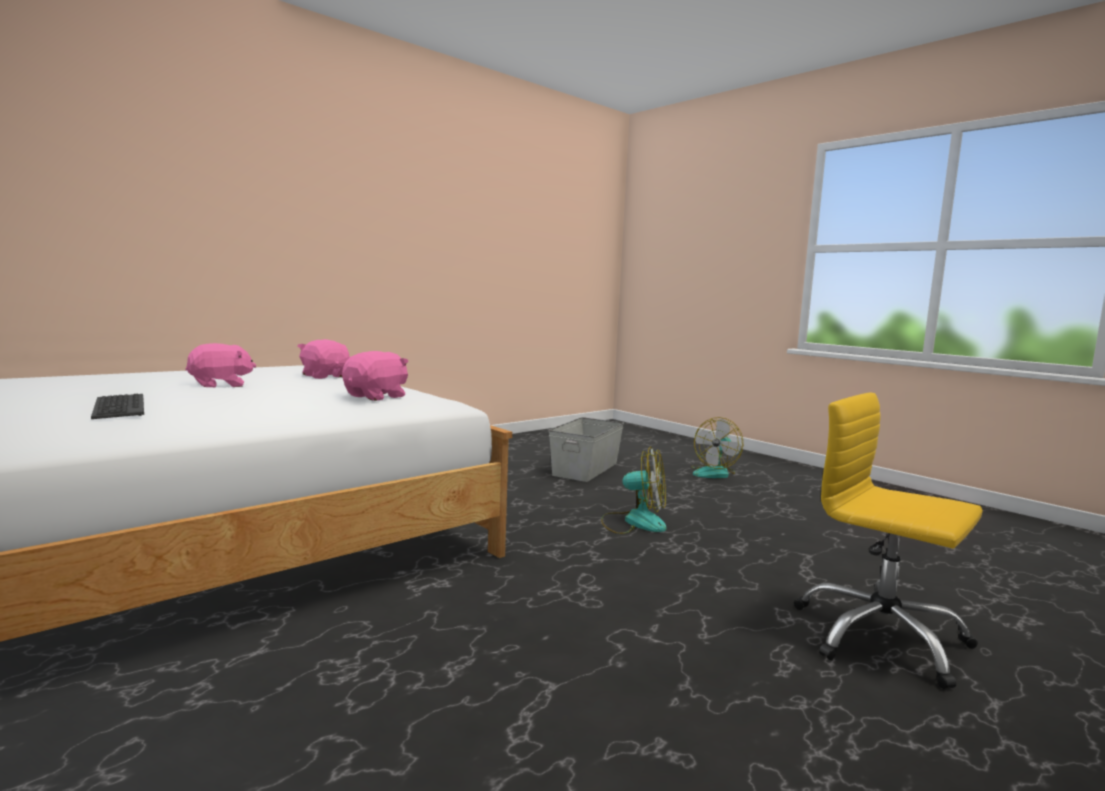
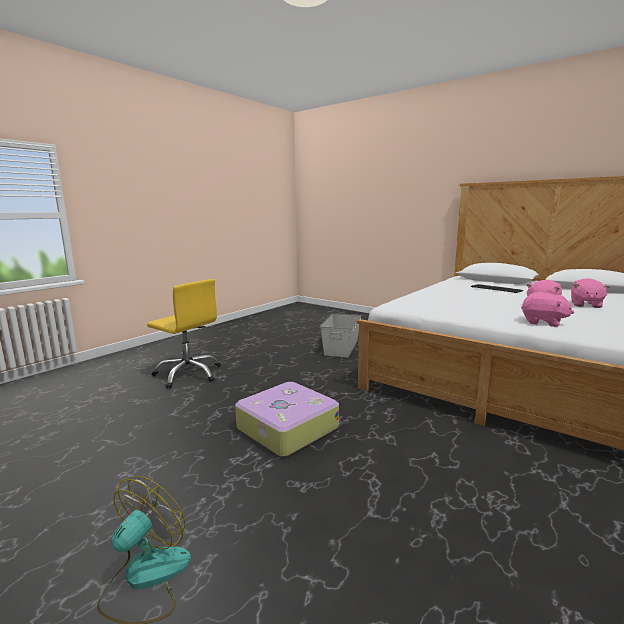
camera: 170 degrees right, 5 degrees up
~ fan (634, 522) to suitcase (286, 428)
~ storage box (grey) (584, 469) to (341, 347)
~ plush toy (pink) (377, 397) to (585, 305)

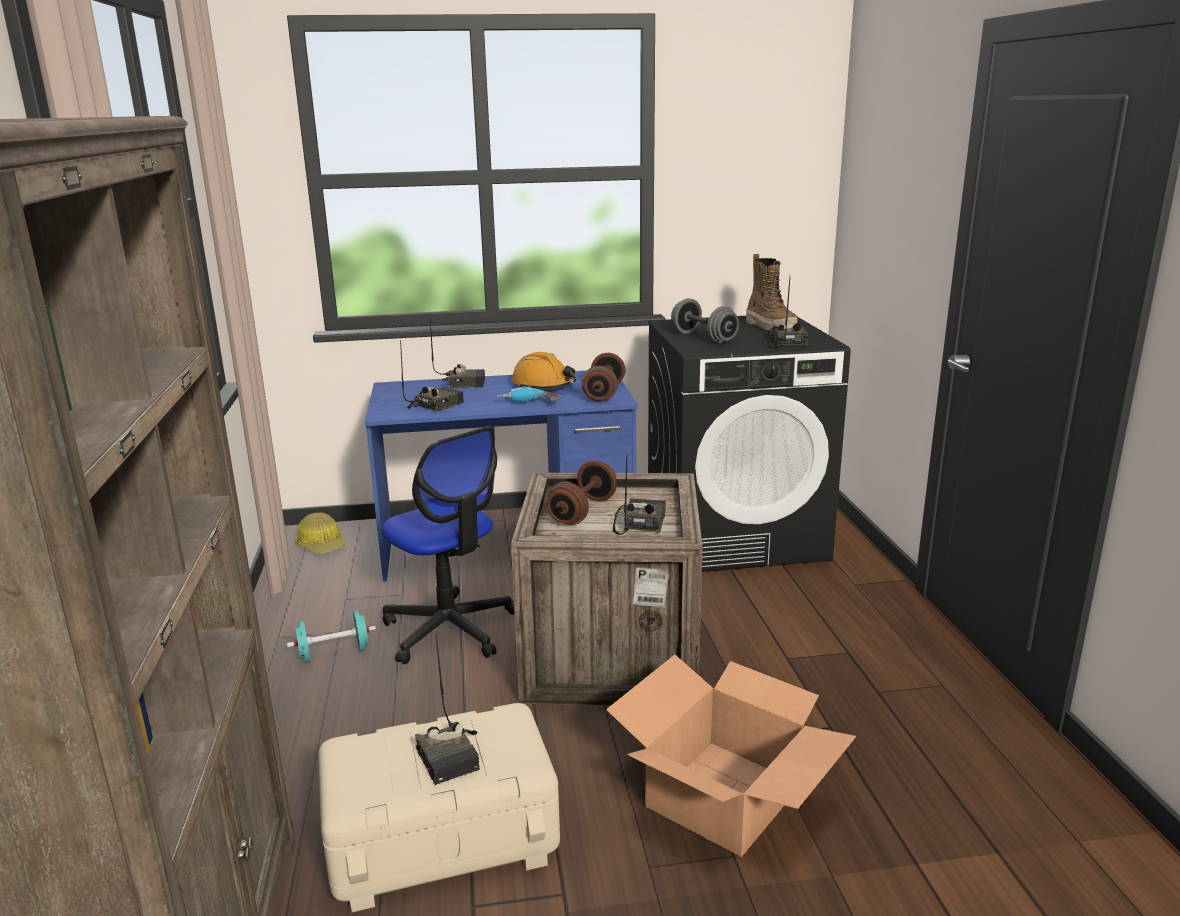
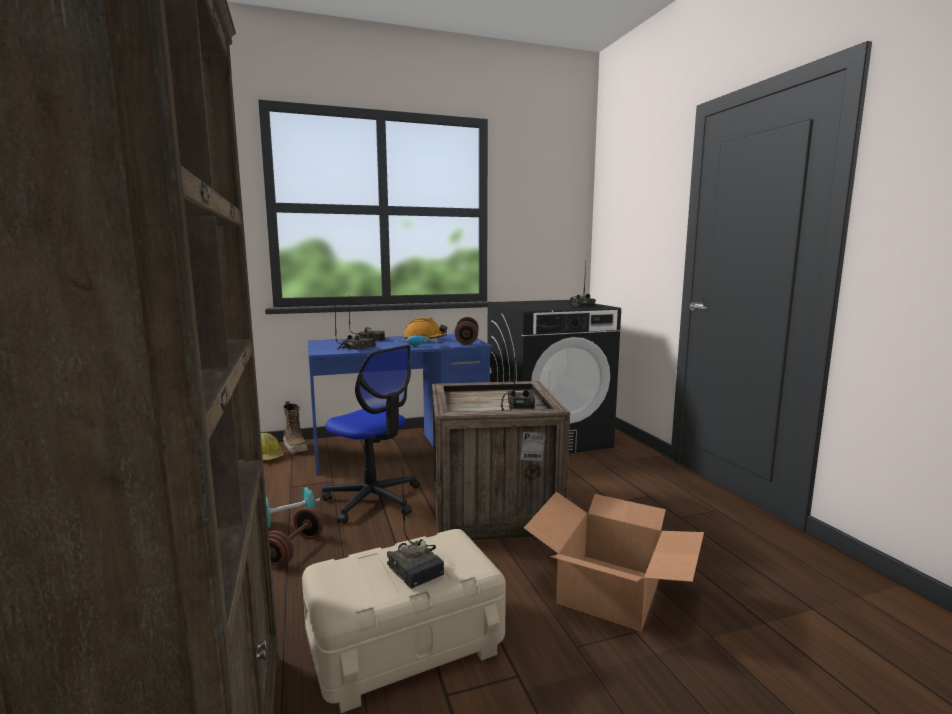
camera: 10 degrees left, 10 degrees down
~ dumbbell (brown) (583, 511) to (294, 550)
~ boot (770, 327) to (295, 448)
- dumbbell (grey) (703, 337)

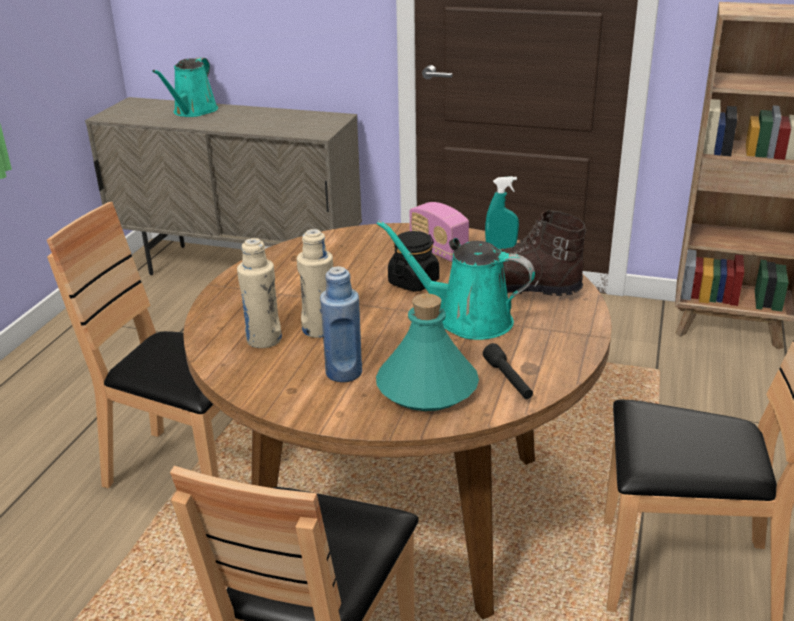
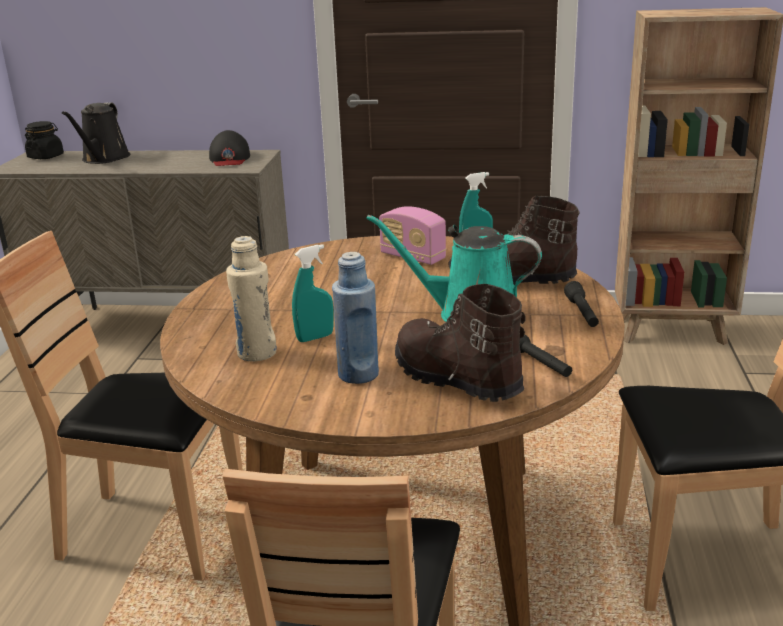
camera: 10 degrees left, 5 degrees down
~ jar (black) (414, 282) to (46, 157)
~ watering can (turquoise) (193, 112) to watering can (black) (104, 159)
+ cap (black) (229, 158)
~ bottle (beige) (319, 329) to spray bottle (turquoise) (315, 337)
~ bottle (turquoise) (427, 388) to boot (brown) (455, 379)
+ flashlight (black) (582, 313)

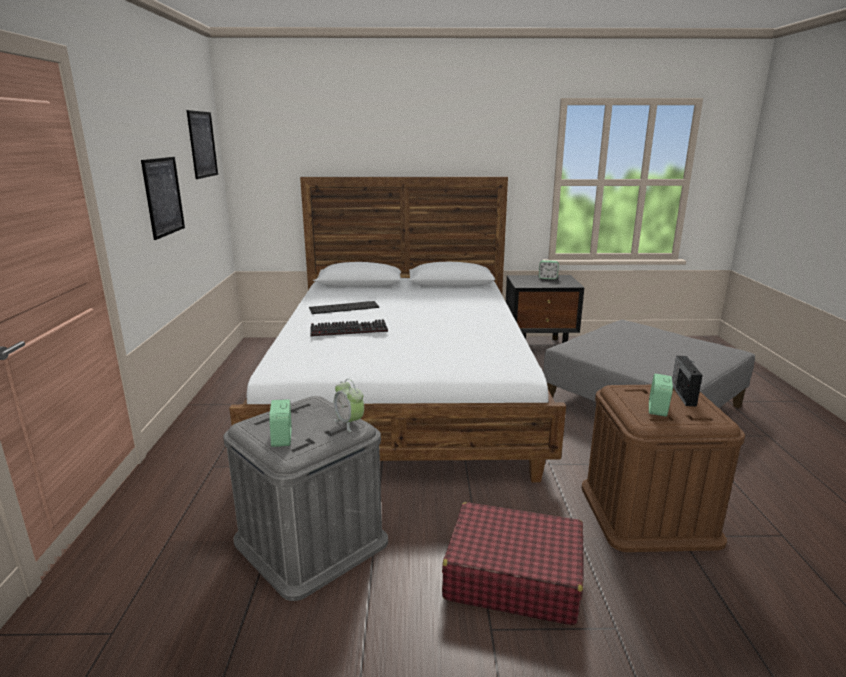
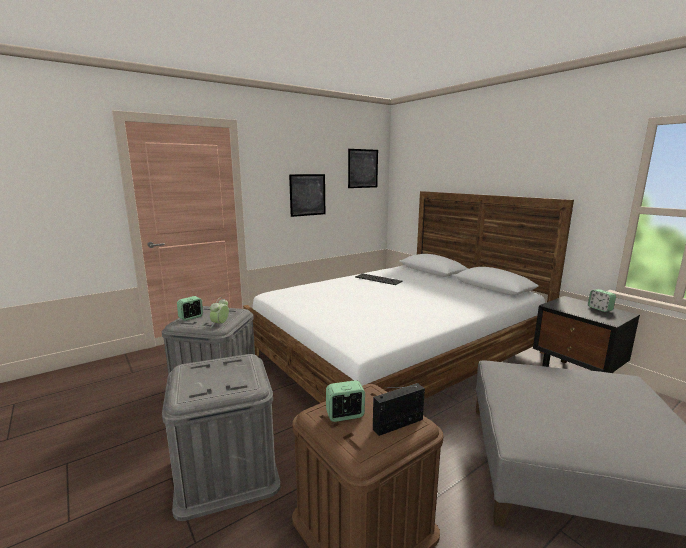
camera: 55 degrees right, 5 degrees down
~ suitcase (red) (512, 576) to storage box (grey) (226, 470)
- keyboard (350, 330)

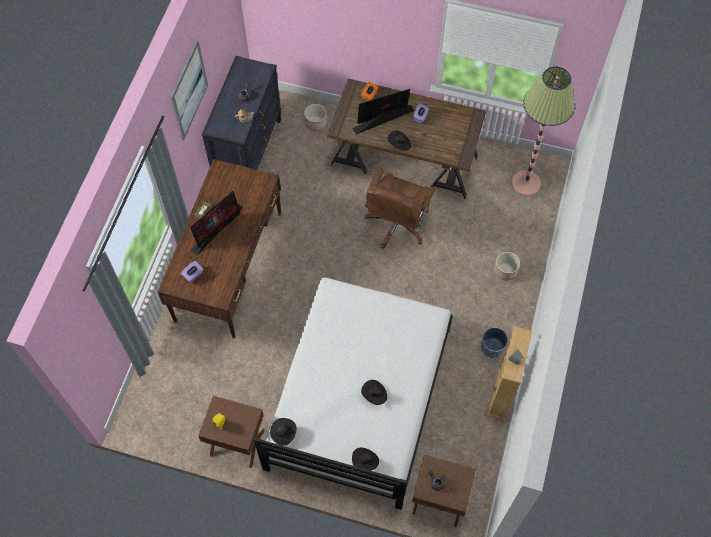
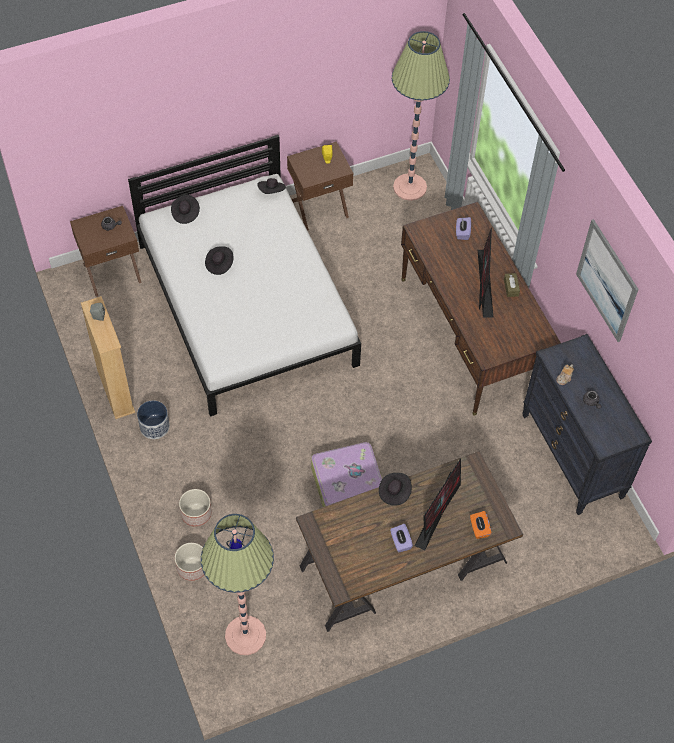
camera: 140 degrees right, 5 degrees down
~ planter (316, 123) to (192, 567)
~ office chair (brown) (397, 224) to suitcase (348, 485)
+ floor lamp (410, 187)

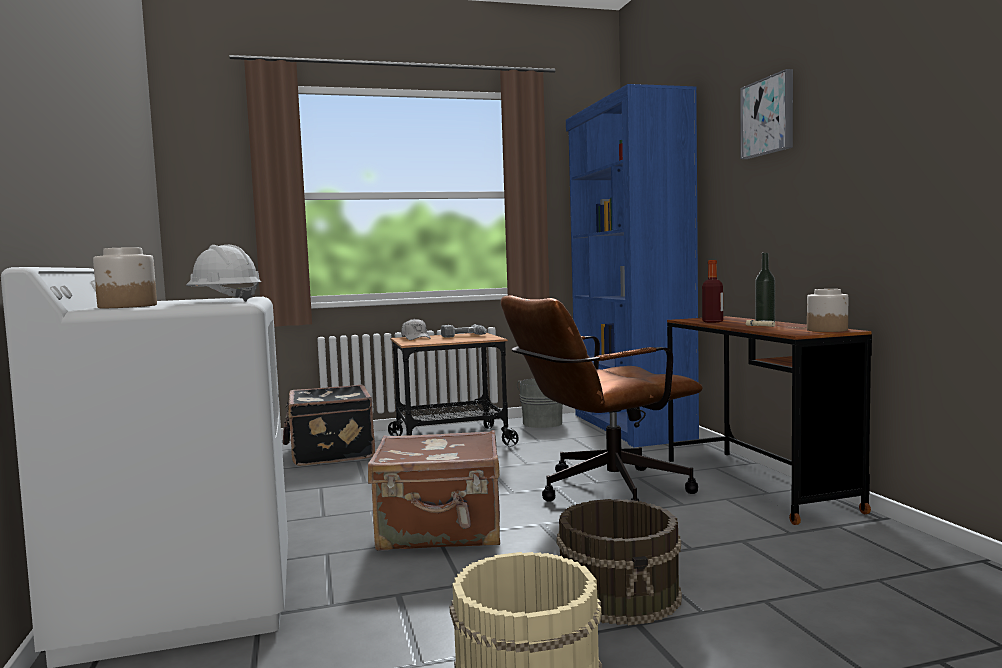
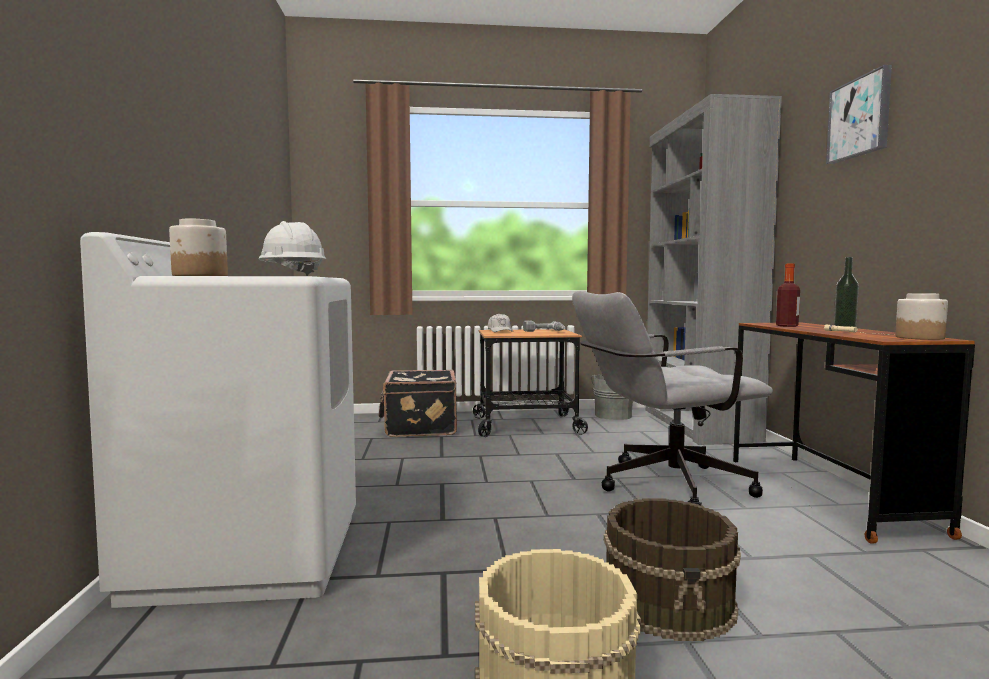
camera: 10 degrees right, 0 degrees up
~ office chair (brown) (601, 492) to office chair (grey) (661, 486)
~ bookcase (blue) (630, 426) to bookcase (grey) (697, 425)
- suitcase (brown) (441, 531)

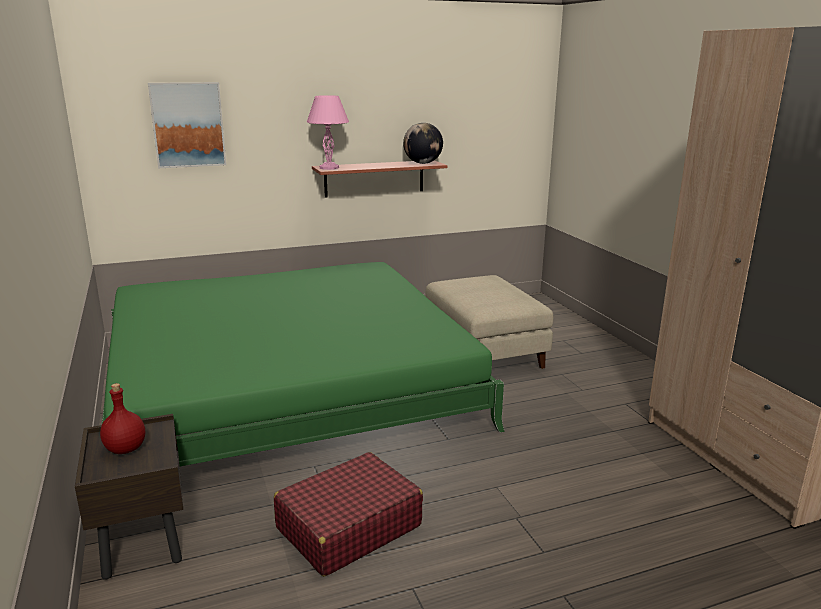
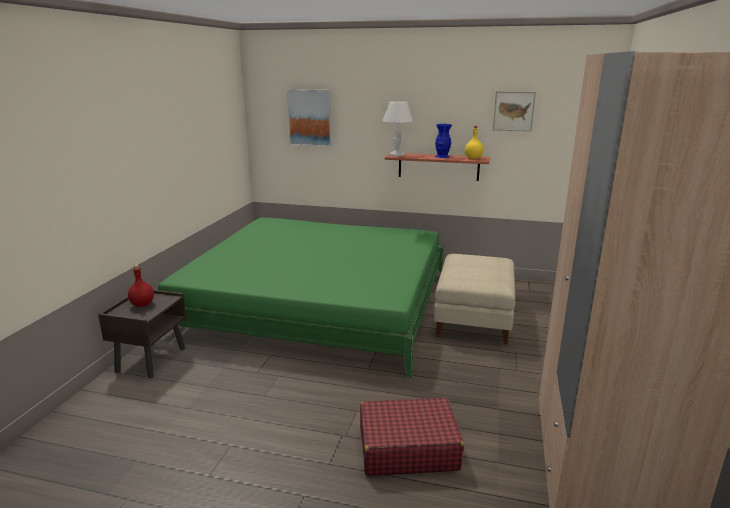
camera: 35 degrees right, 0 degrees up
~ suitcase (red) (348, 527) to (407, 448)
~ table lamp (pink) (329, 168) to table lamp (white) (397, 155)
+ vase (blue) (442, 156)
~ globe (422, 163) to bottle (yellow) (473, 158)
+ picture (513, 111)

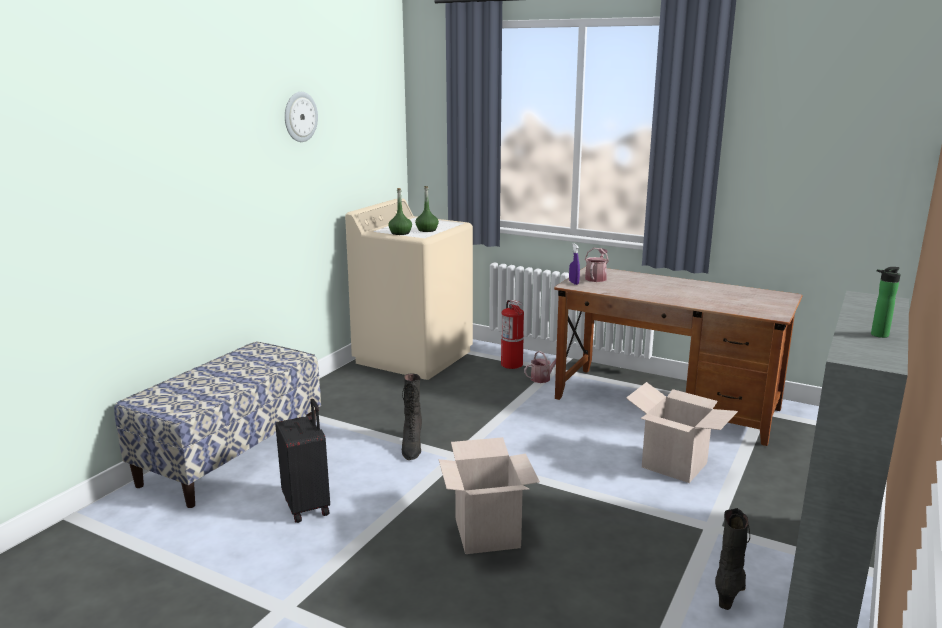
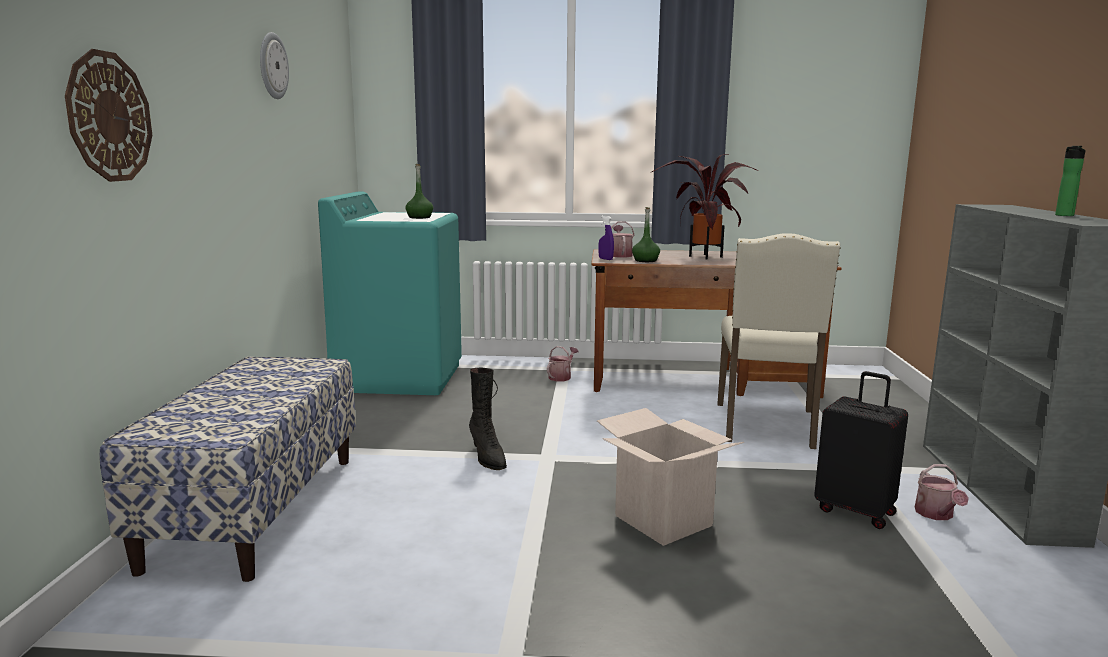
camera: 25 degrees left, 5 degrees down
+ wall clock (109, 117)
~ washing machine (beige) (414, 356) to washing machine (turquoise) (399, 377)
~ bottle (green) (400, 233) to (645, 260)
+ potted plant (704, 256)
~ cardboard box (674, 465) to chair (beige) (767, 426)
~ suitcase (black) (308, 506) to (856, 511)
~ boot (black) (730, 590) to watering can (936, 514)
- fire extinguisher (512, 364)

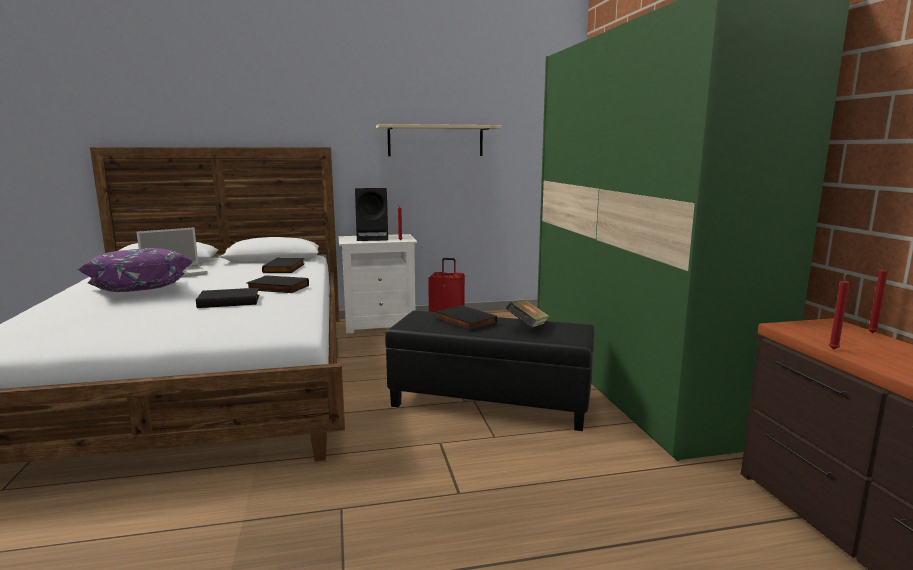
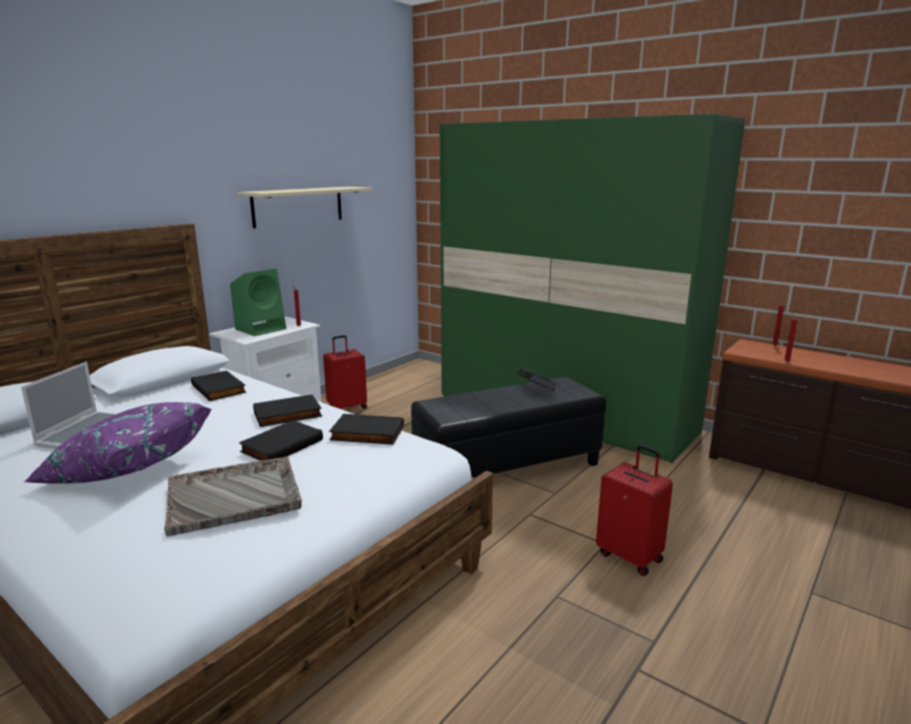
camera: 40 degrees left, 5 degrees up
+ tray (grey) (235, 496)
~ speaker (black) (373, 238) to speaker (green) (261, 329)
~ book (black) (464, 322) to (366, 434)
+ suitcase (red) (630, 556)

